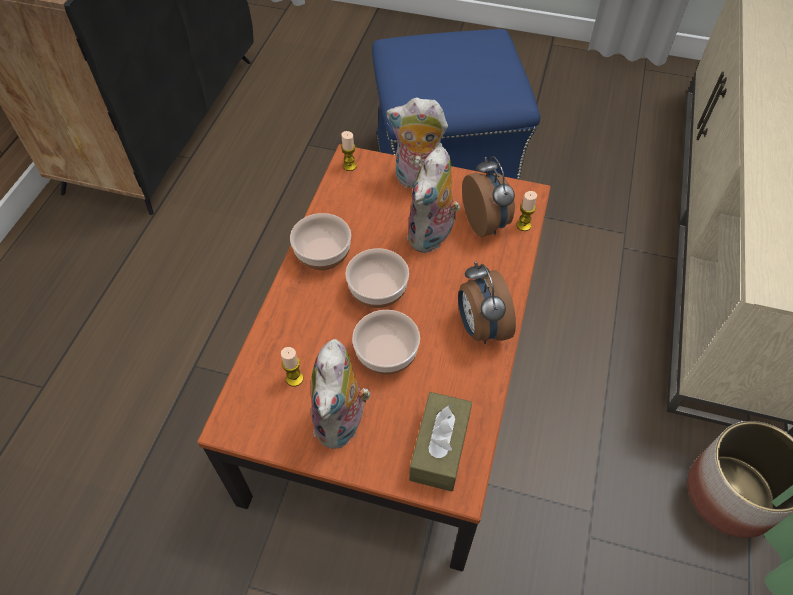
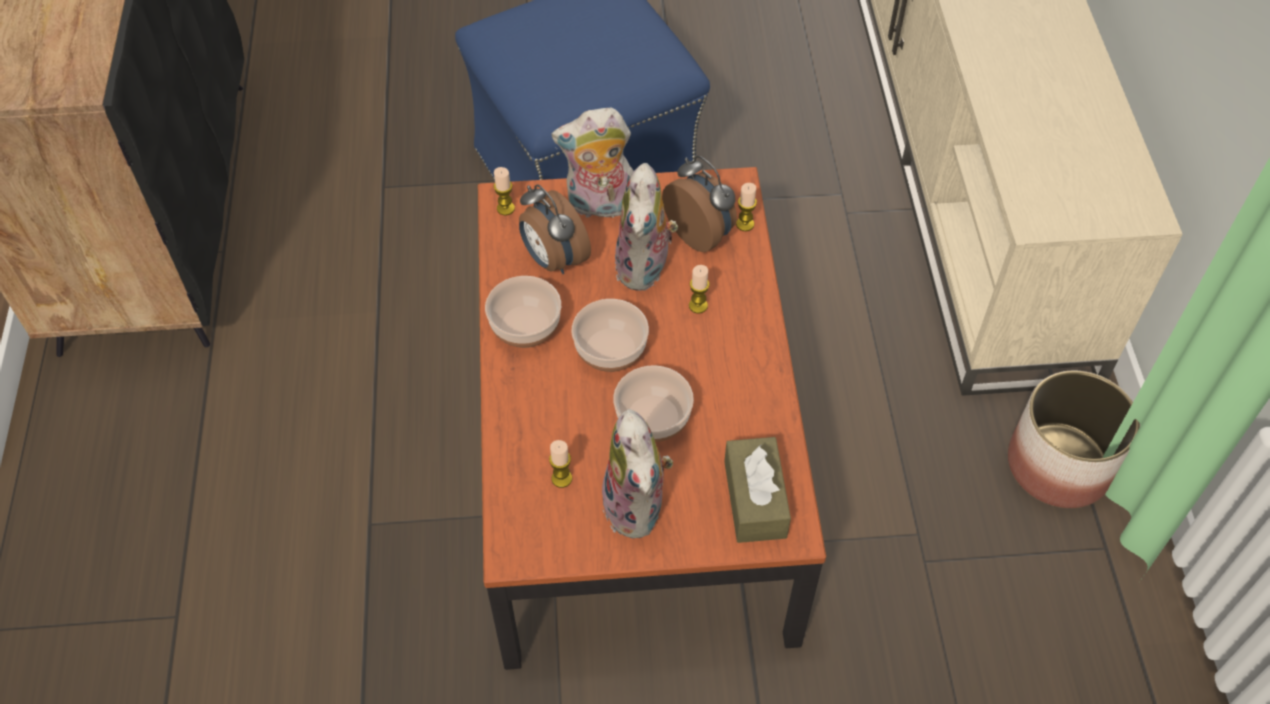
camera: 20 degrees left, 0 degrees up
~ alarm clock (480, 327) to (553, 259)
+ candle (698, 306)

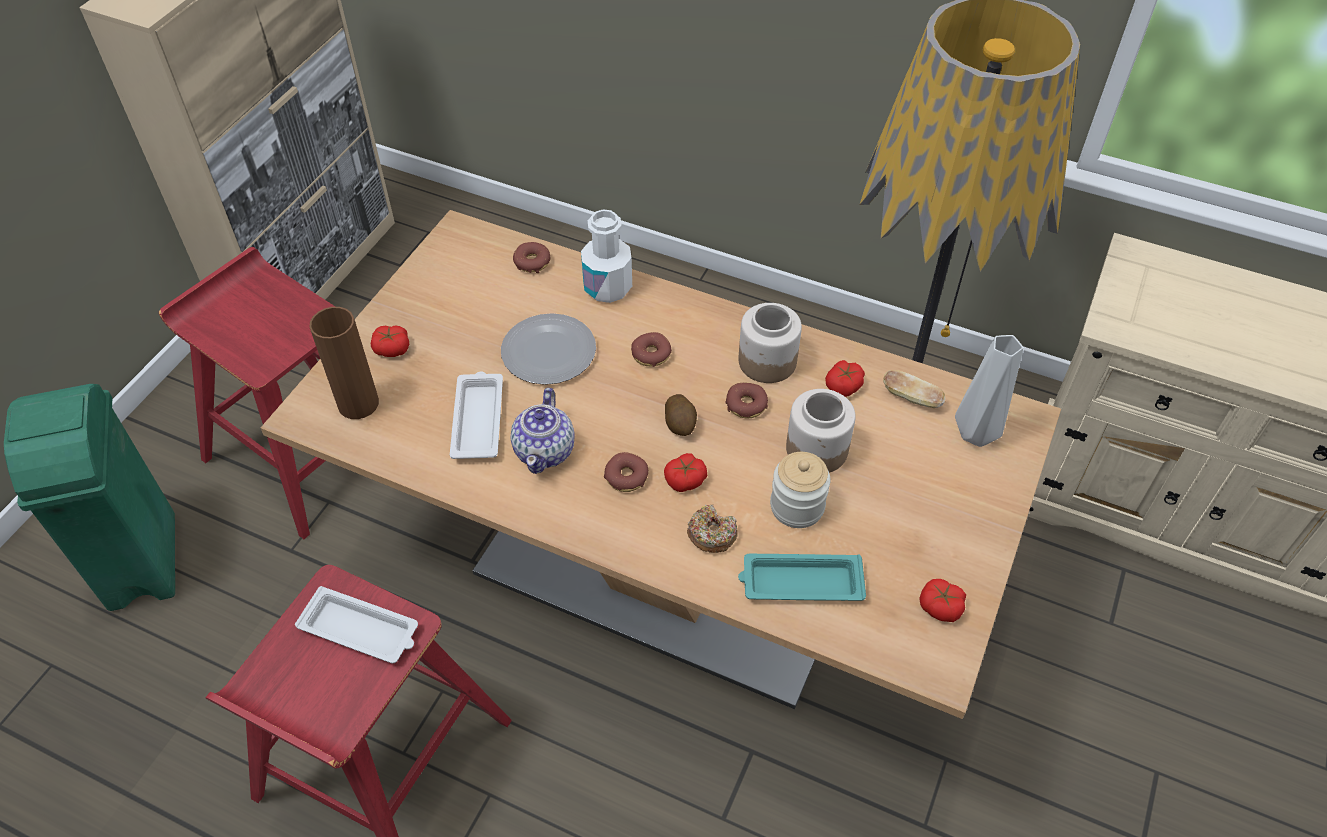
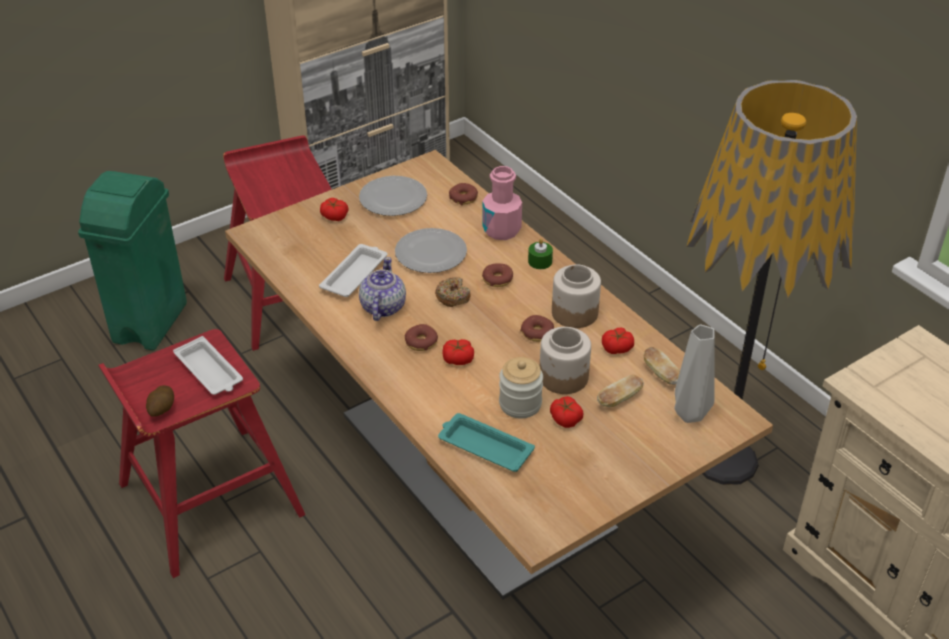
camera: 30 degrees right, 10 degrees down
~ potato (680, 424) to (162, 409)
+ plate (392, 198)
~ teapot (545, 450) = (382, 307) 150 degrees clockwise
~ donut (712, 534) to (452, 297)
~ bottle (white) (607, 287) to bottle (pink) (501, 230)
+ candle (green) (540, 261)
~ tomato (940, 607) to (565, 418)
+ bread (619, 399)
- vase (brown) (358, 404)

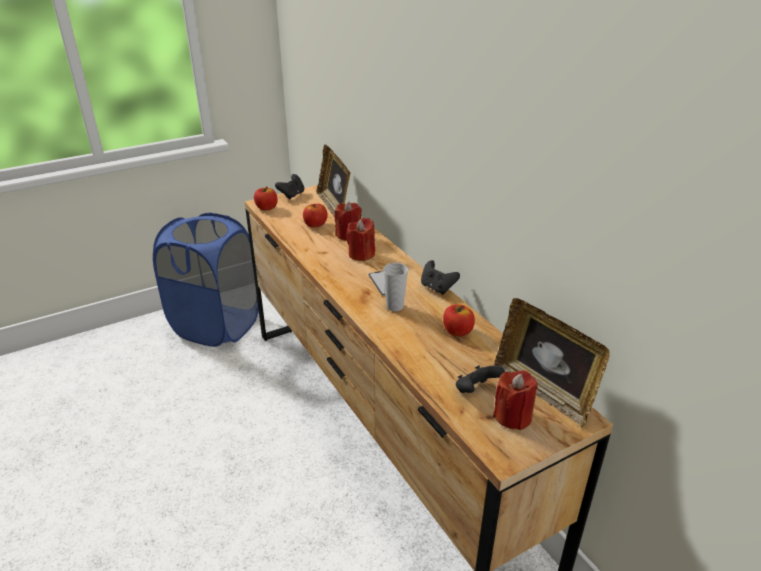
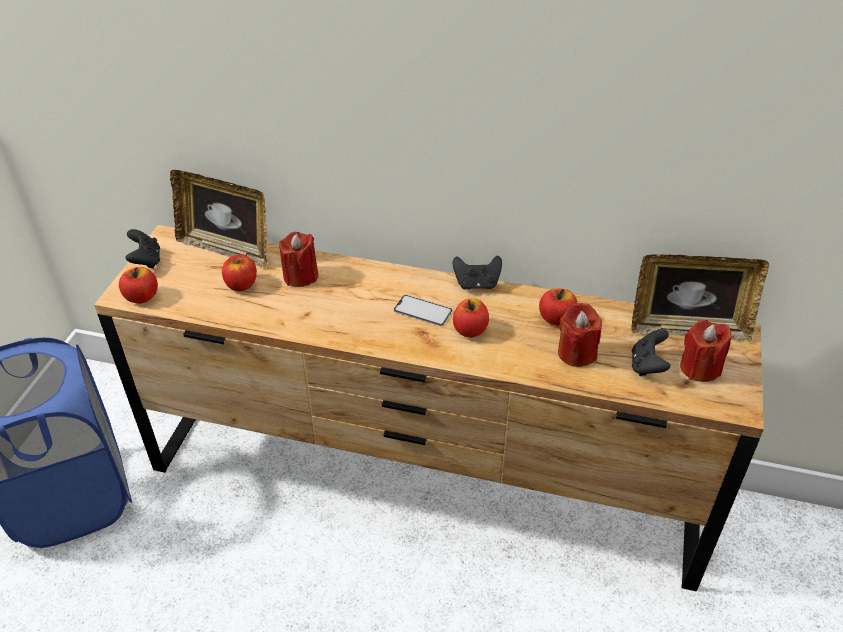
camera: 45 degrees left, 10 degrees up
~ cup (395, 306) to apple (470, 330)
~ candle (red) (361, 254) to (576, 353)

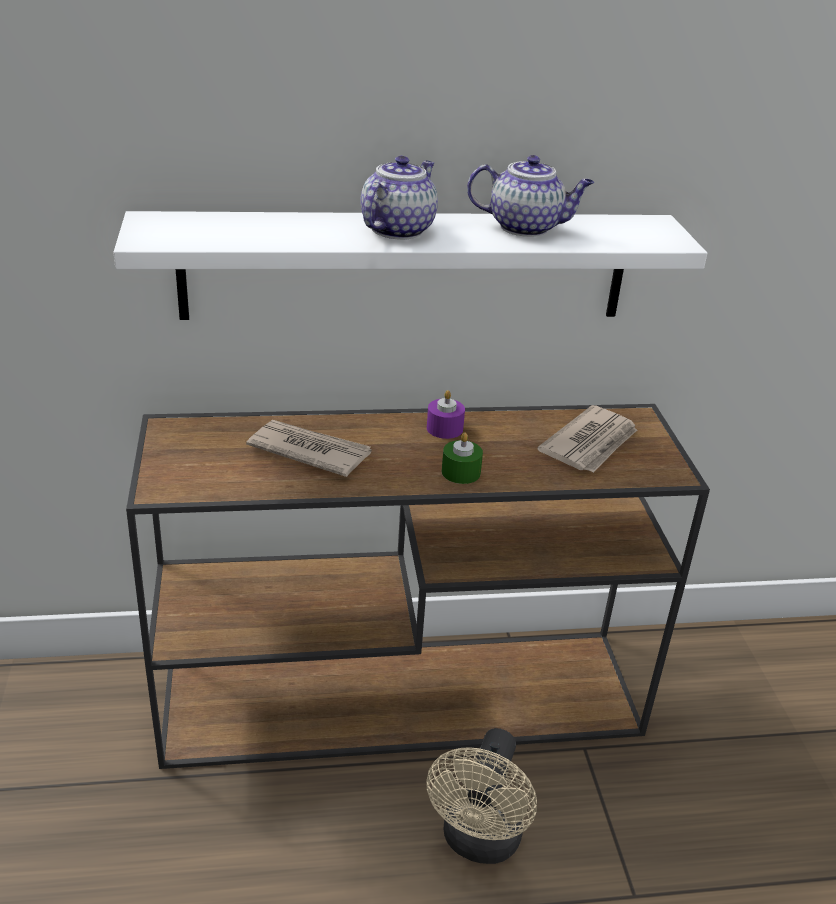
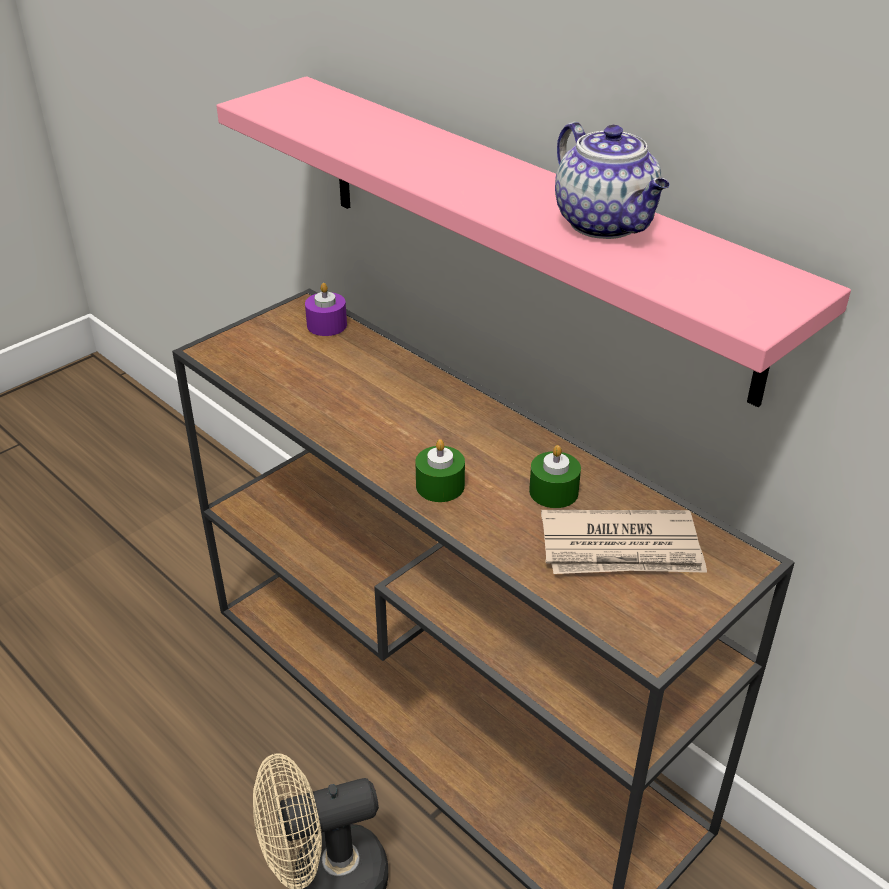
camera: 55 degrees right, 5 degrees up
~ shelf (white) (406, 266) to shelf (pink) (525, 229)
~ candle (purple) (444, 428) to (327, 325)
+ candle (green) (553, 492)
- newspaper (309, 451)
- teapot (397, 229)

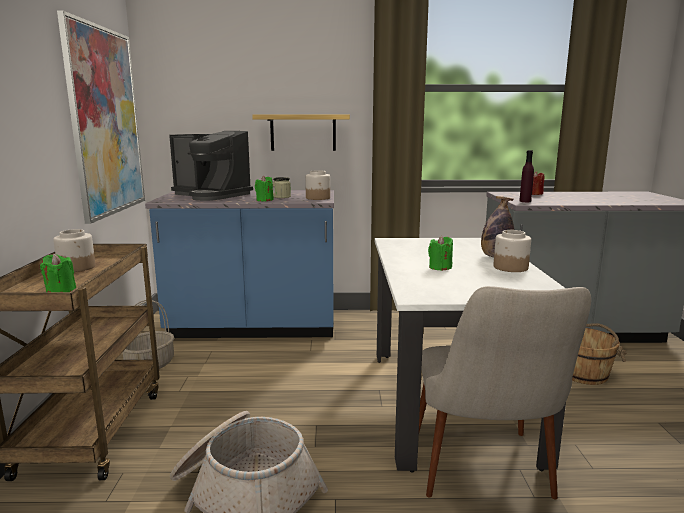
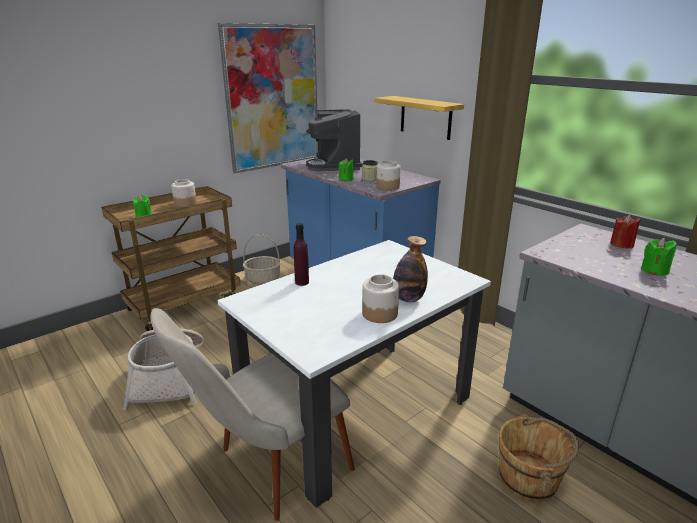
camera: 50 degrees right, 10 degrees up
~ bottle (purple) (525, 201) to (302, 282)
~ candle (green) (440, 267) to (654, 271)

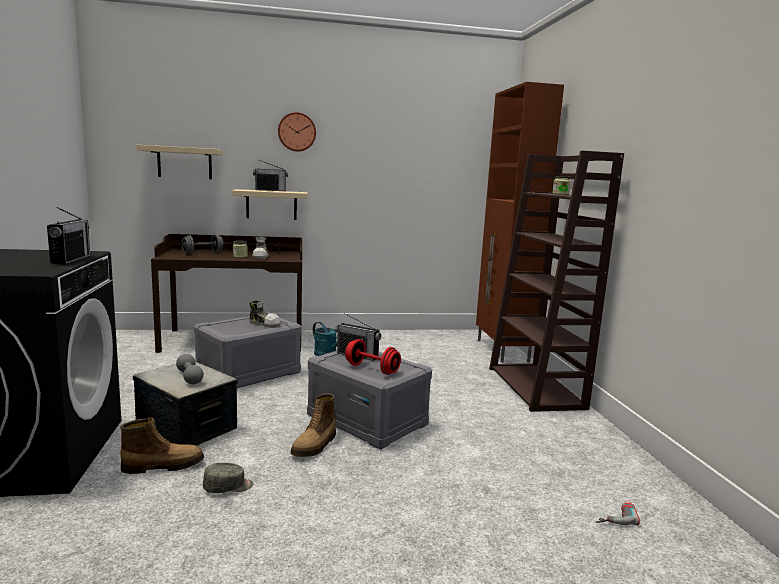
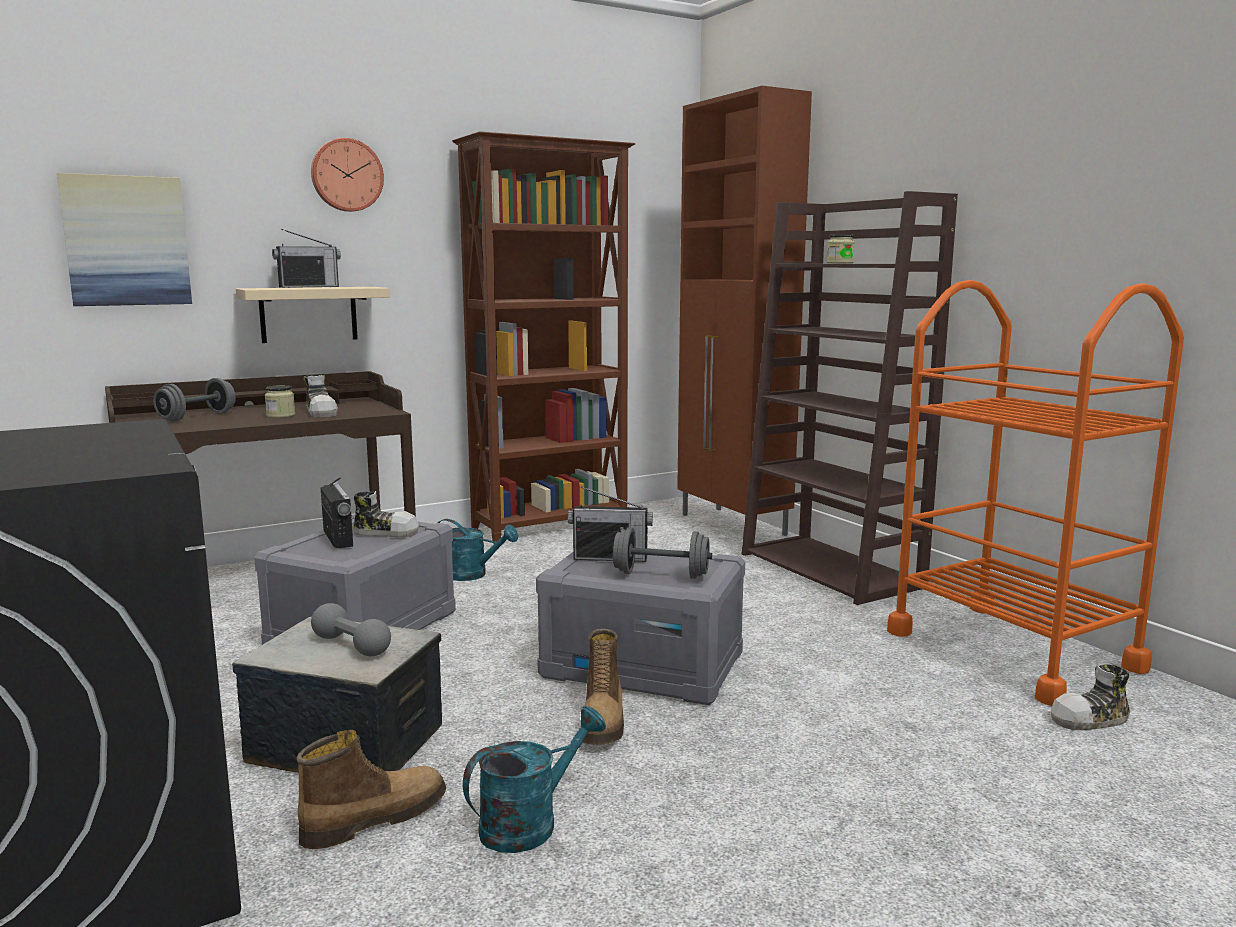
camera: 20 degrees left, 0 degrees up
~ shelf (beige) (184, 163) to picture (126, 241)
~ radio (71, 260) to (338, 538)
+ bookcase (brown) (552, 526)
~ cap (grey) (228, 487) to watering can (turquoise) (530, 823)
~ dumbbell (red) (372, 369) to dumbbell (grey) (661, 575)
+ cart (orange) (1012, 650)
~ power drill (613, 515) to shoe (1091, 720)

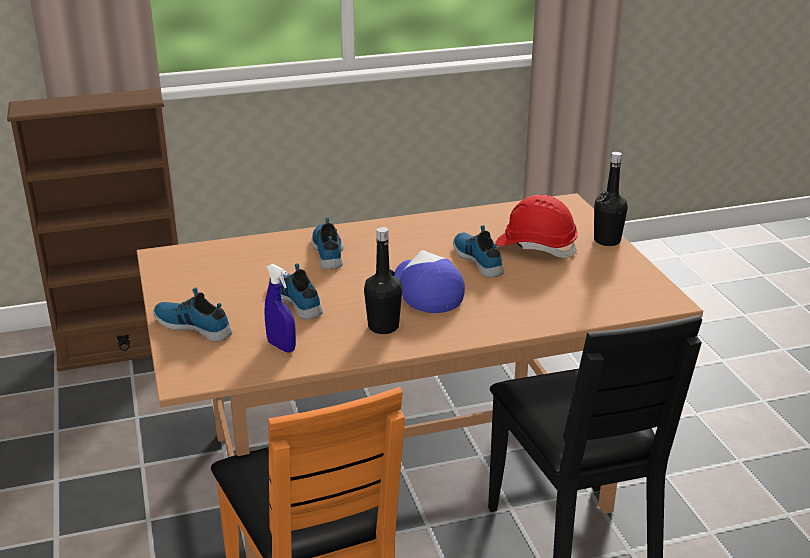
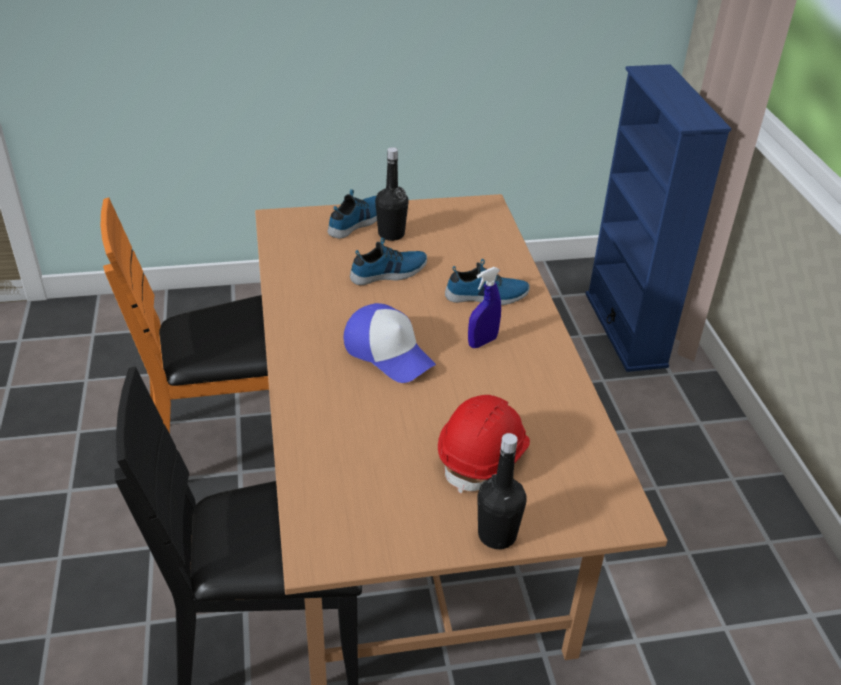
camera: 95 degrees right, 10 degrees up
~ cap (426, 290) = (388, 352) 60 degrees clockwise
~ bottle (black) (383, 327) to (391, 234)
~ spray bottle (blue) (281, 346) to (482, 342)
~ bookcase (brown) (125, 349) to bookcase (blue) (625, 329)
- shoe (479, 259)

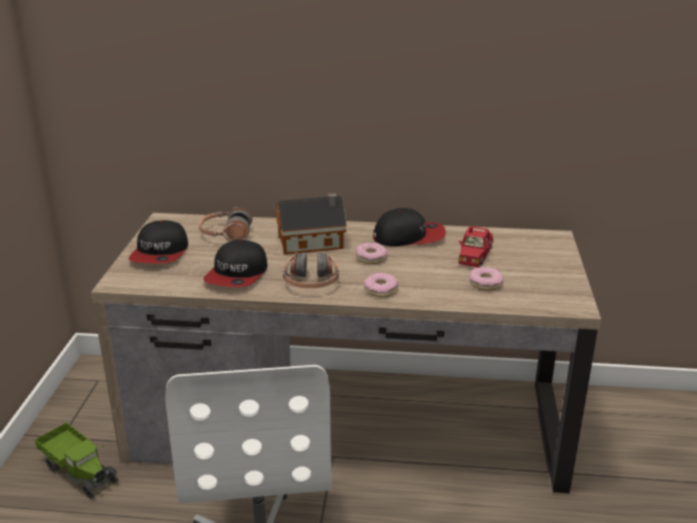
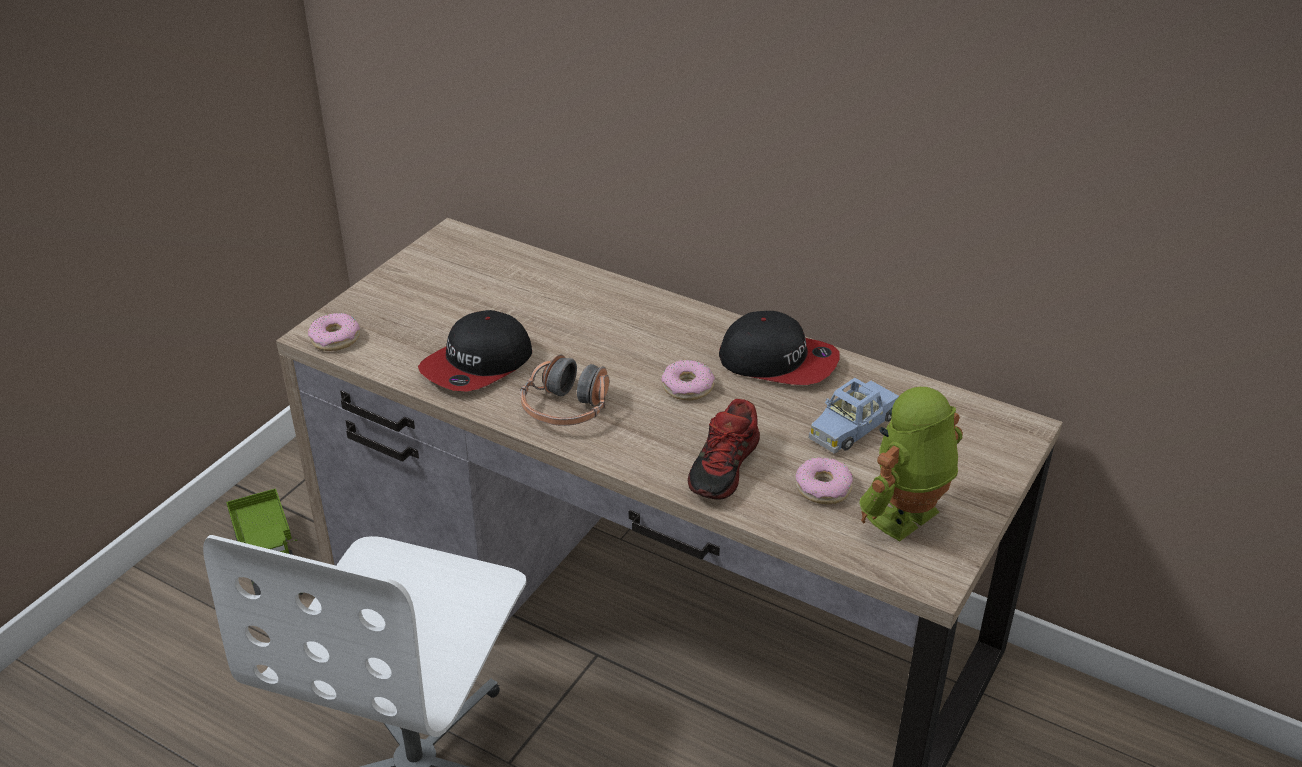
camera: 25 degrees right, 10 degrees up
~ donut (381, 290) to (335, 339)
+ shoe (725, 467)
~ toy car (red) (475, 255) to toy car (blue) (853, 426)
+ toy robot (906, 518)
- cap (160, 253)
- headphones (226, 234)
- toy house (313, 243)

